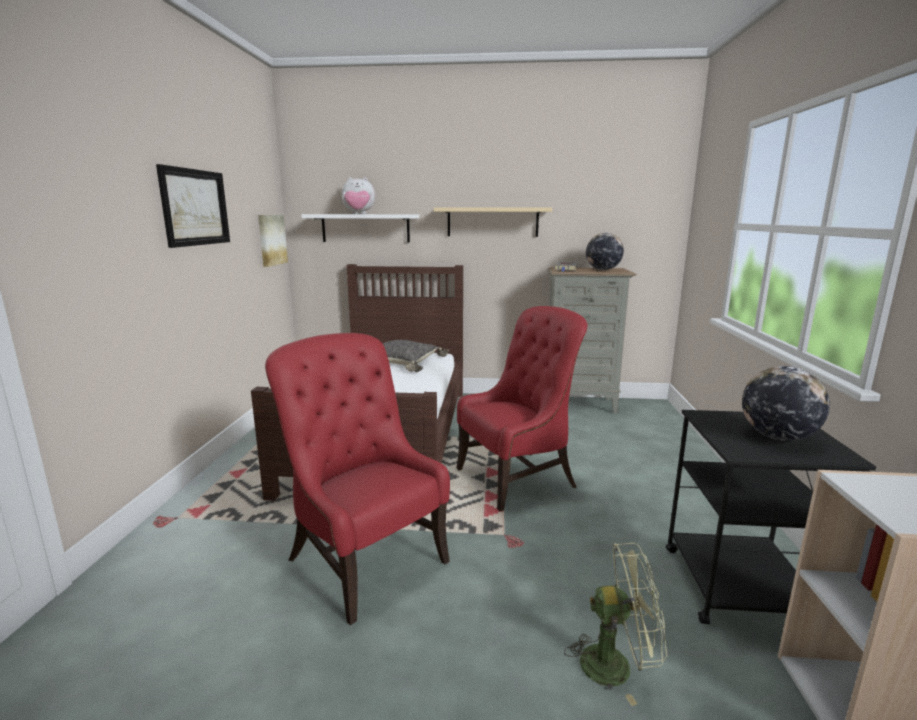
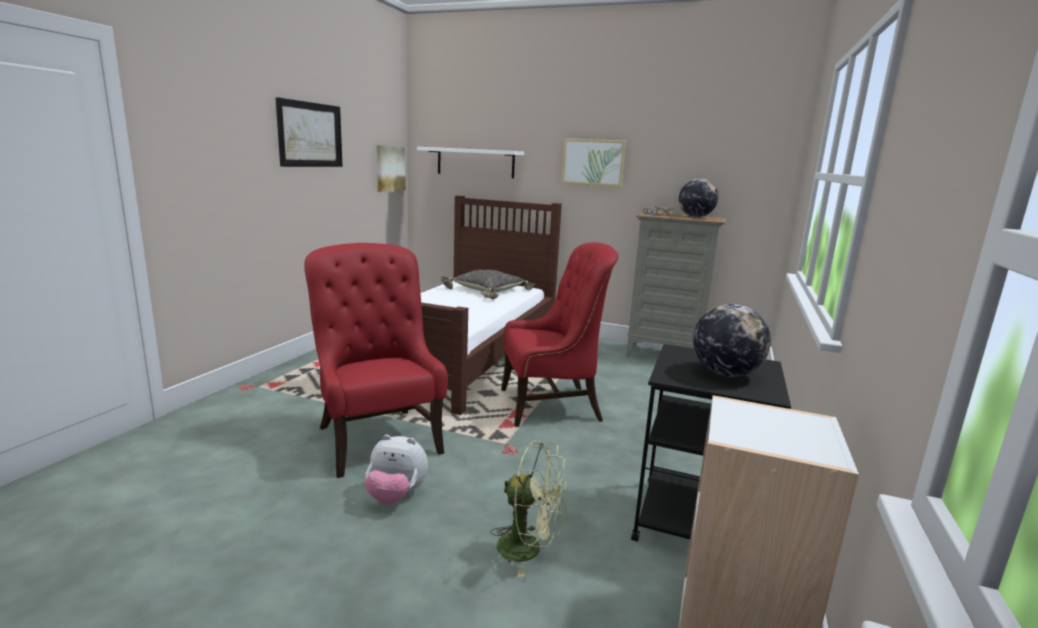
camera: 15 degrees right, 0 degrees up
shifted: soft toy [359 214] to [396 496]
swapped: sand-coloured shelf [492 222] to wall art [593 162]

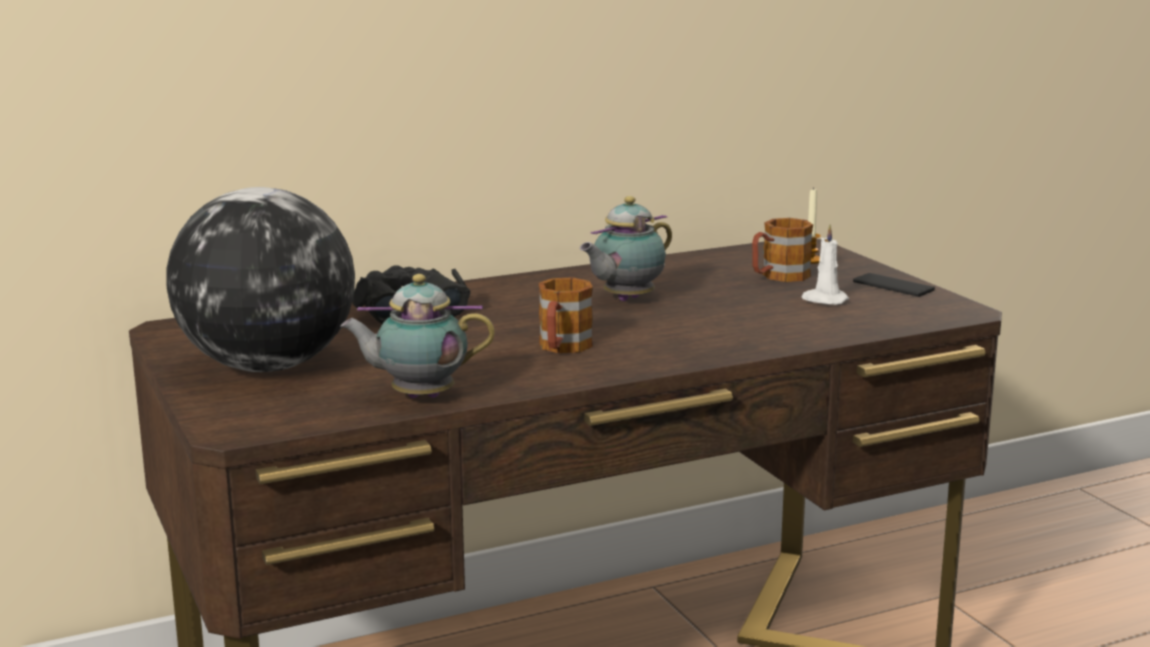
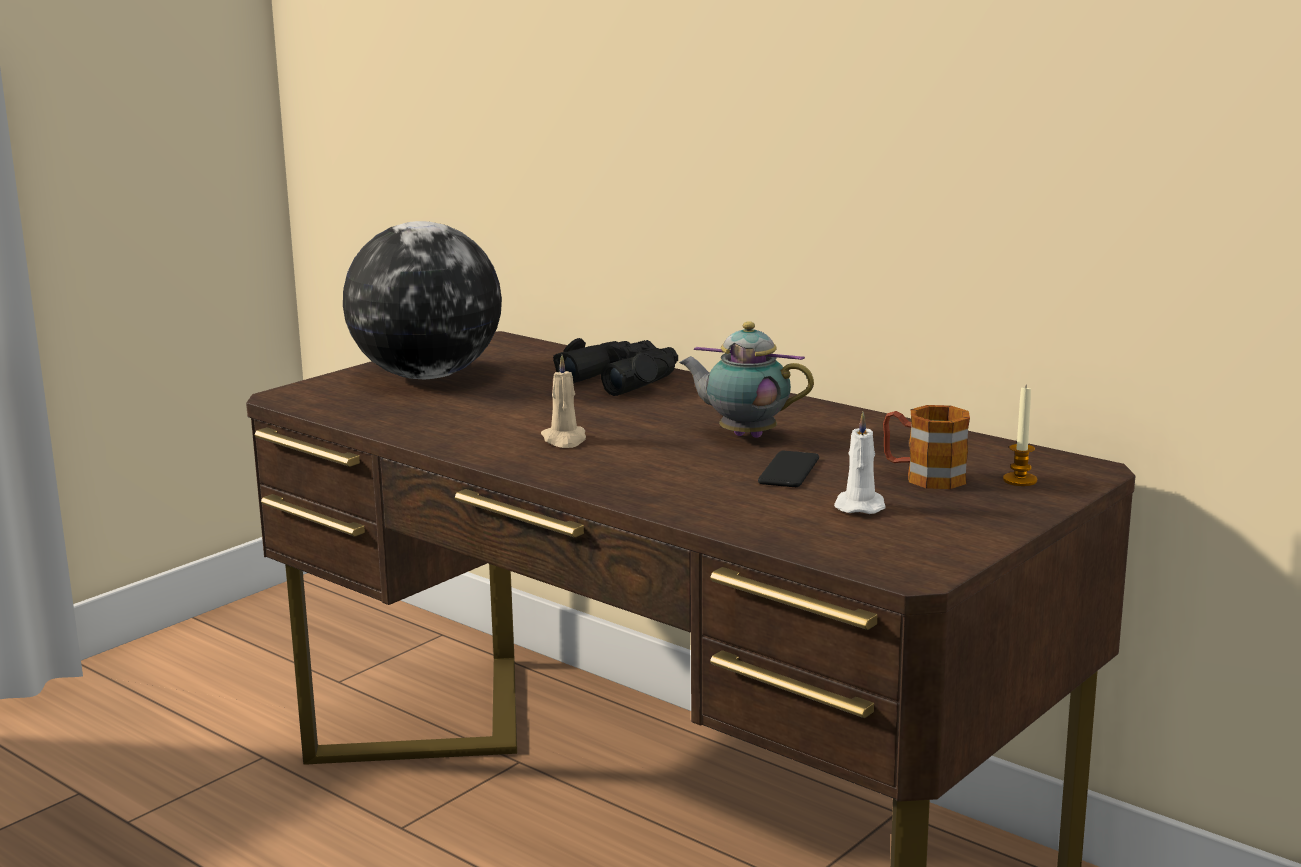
camera: 65 degrees right, 0 degrees up
gone: tea pot [418 397]
shifted: phone [893 286] to [789 470]
swapped: tea mug [562 348] to sand-coloured wax candle [564 440]

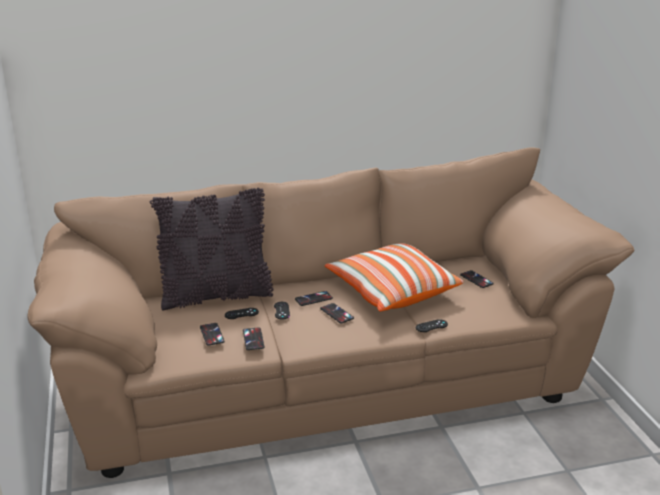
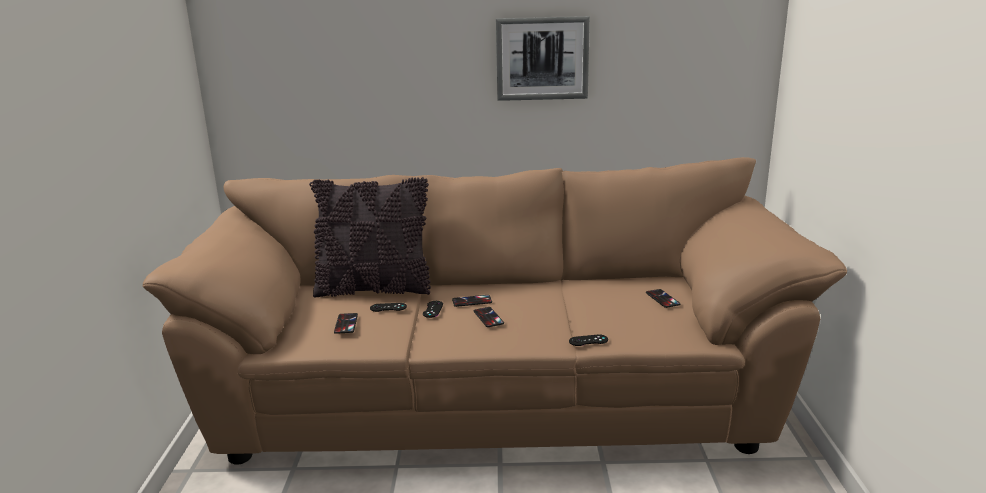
camera: 15 degrees right, 5 degrees down
gone: phone [253 339]; cushion [391 291]
new: wall art [542 58]

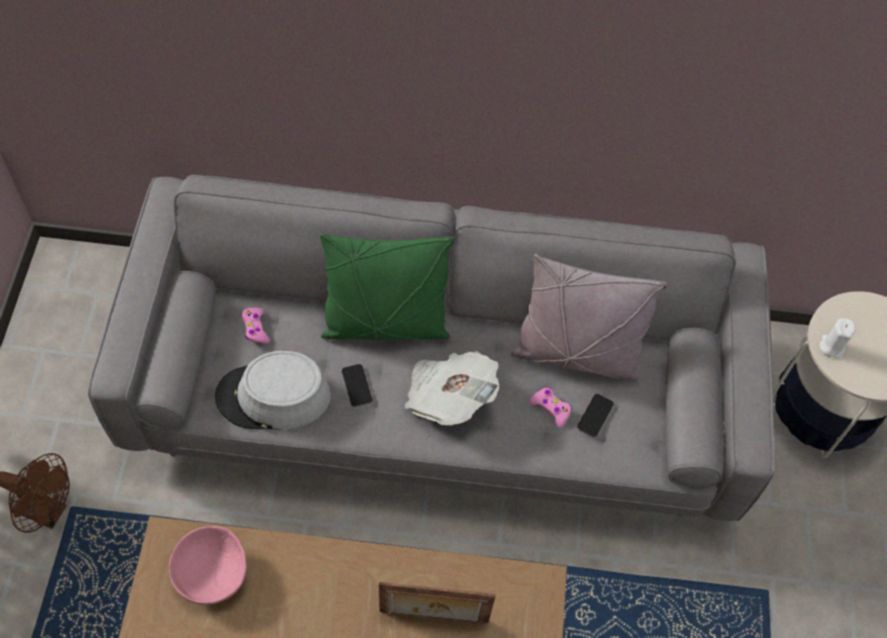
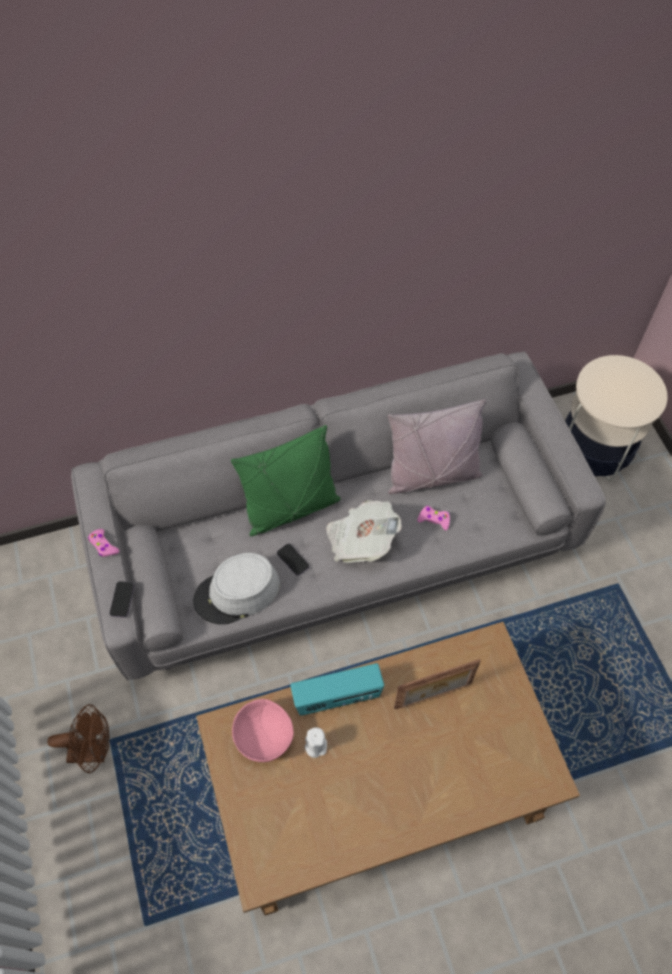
camera: 20 degrees left, 0 degrees up
new: radio receiver [337 697]
shifted: pink joypad [255 328] to [103 545]; phone [595 416] to [122 600]; white wax candle [831 346] to [315 745]

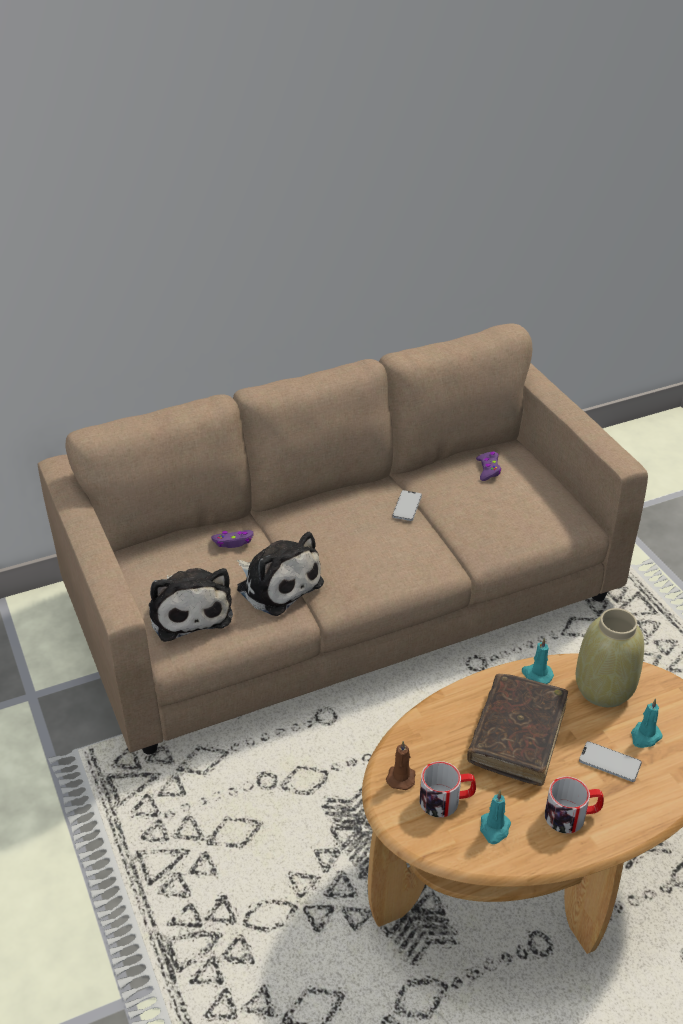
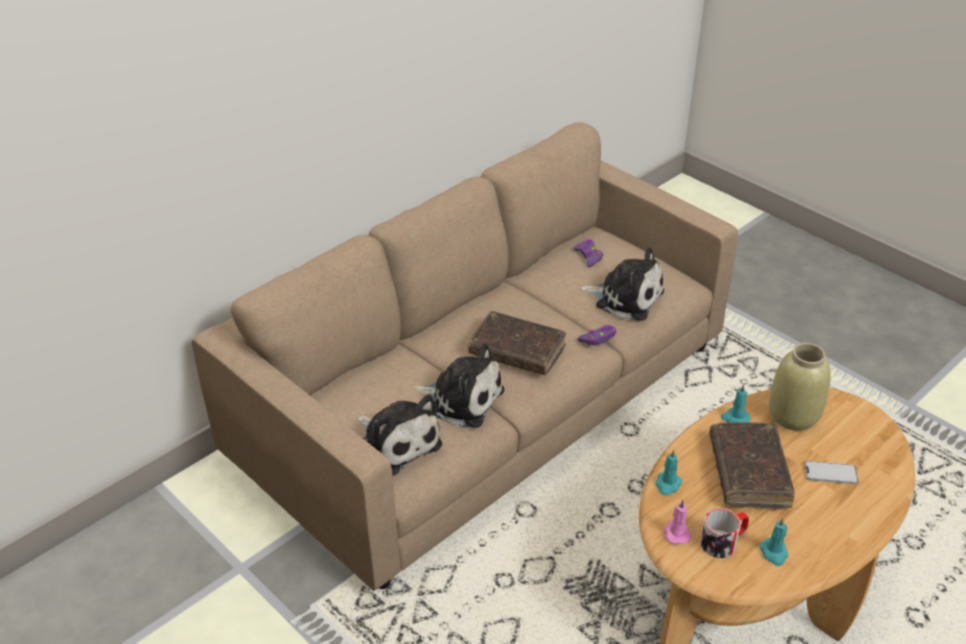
camera: 20 degrees left, 0 degrees up
gone: phone [407 506]; tea mug [572 816]
new: brownish book [517 351]; soft toy [625 297]
shifted: purplish joypad [233 542] to [598 339]; turquoise wax candle [645 736] to [667 485]
repainted: brownish wax candle [401 776] to pink wax candle [676 533]

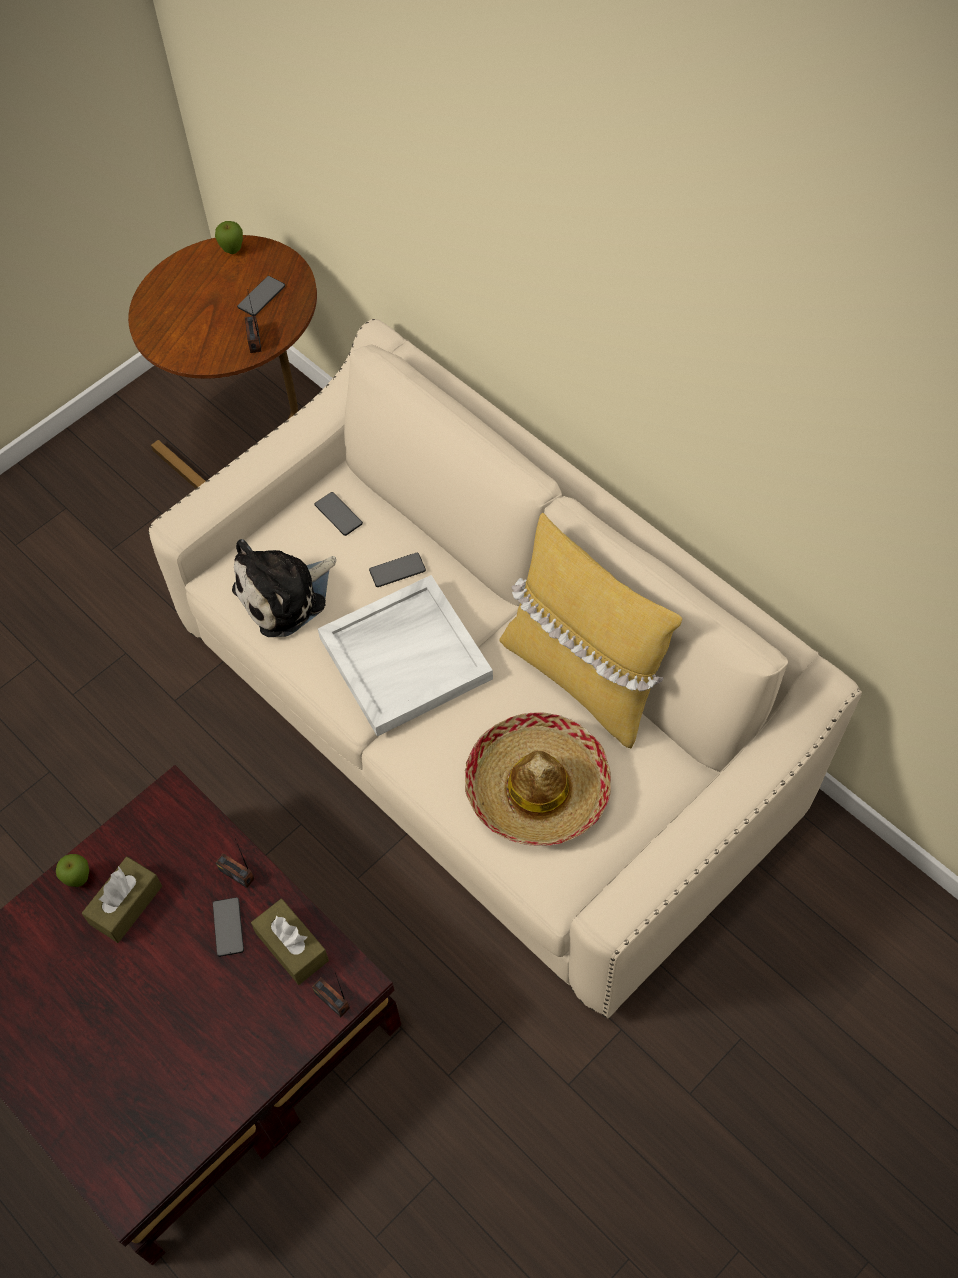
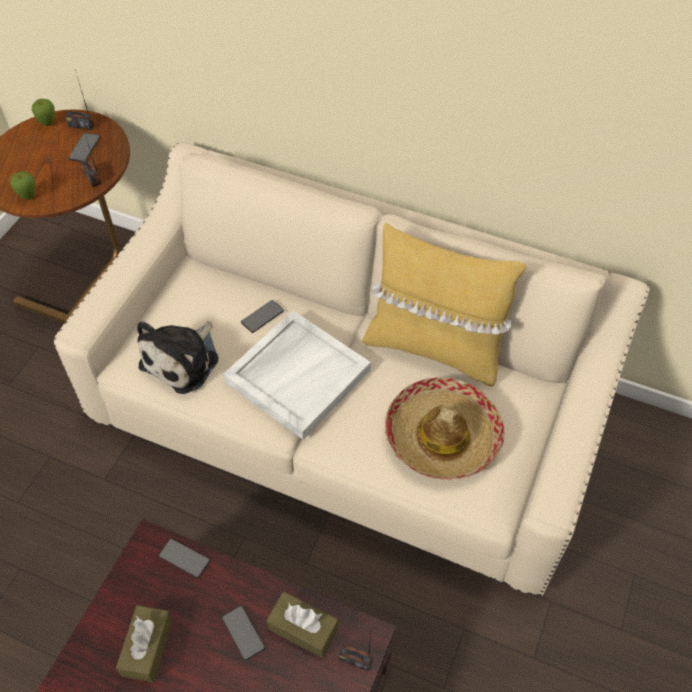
camera: 25 degrees left, 5 degrees down
shifted: whole apple [79 880] to [28 197]; radio receiver [236 874] to [81 125]; phone [338 514] to [184 558]

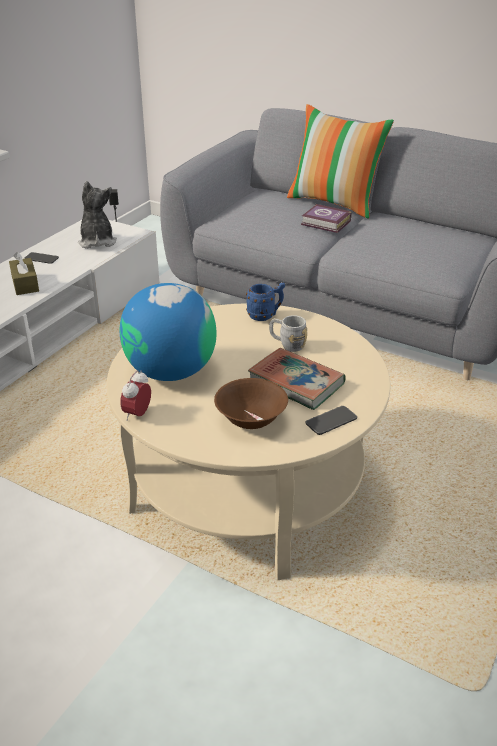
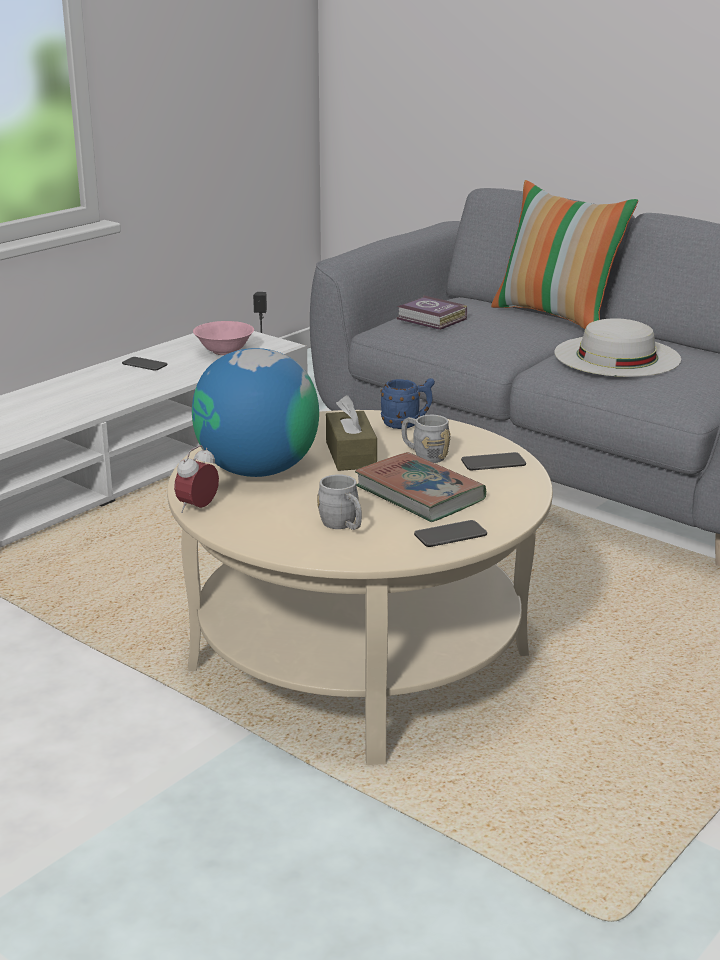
camera: 10 degrees right, 10 degrees down
new: phone [493 463]; white wearable hat [617 356]
shifted: brownish box of tissues [25 284] to [351 455]; book [326 223] to [432 319]
swapped: soft toy [97 241] to pink deep dish [224 351]; brownish deep dish [251 420] to grey tea mug [343 526]

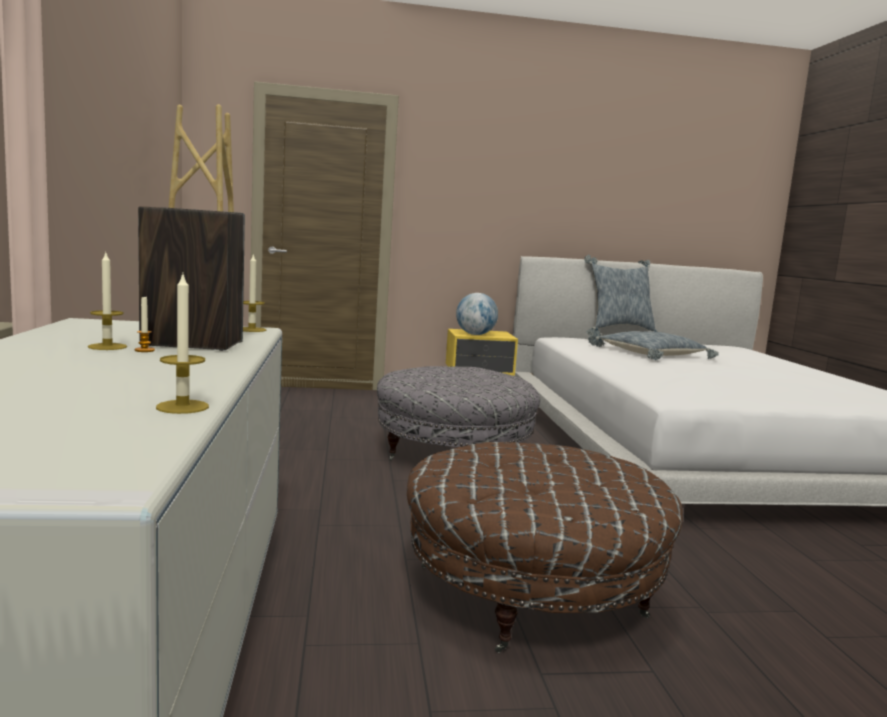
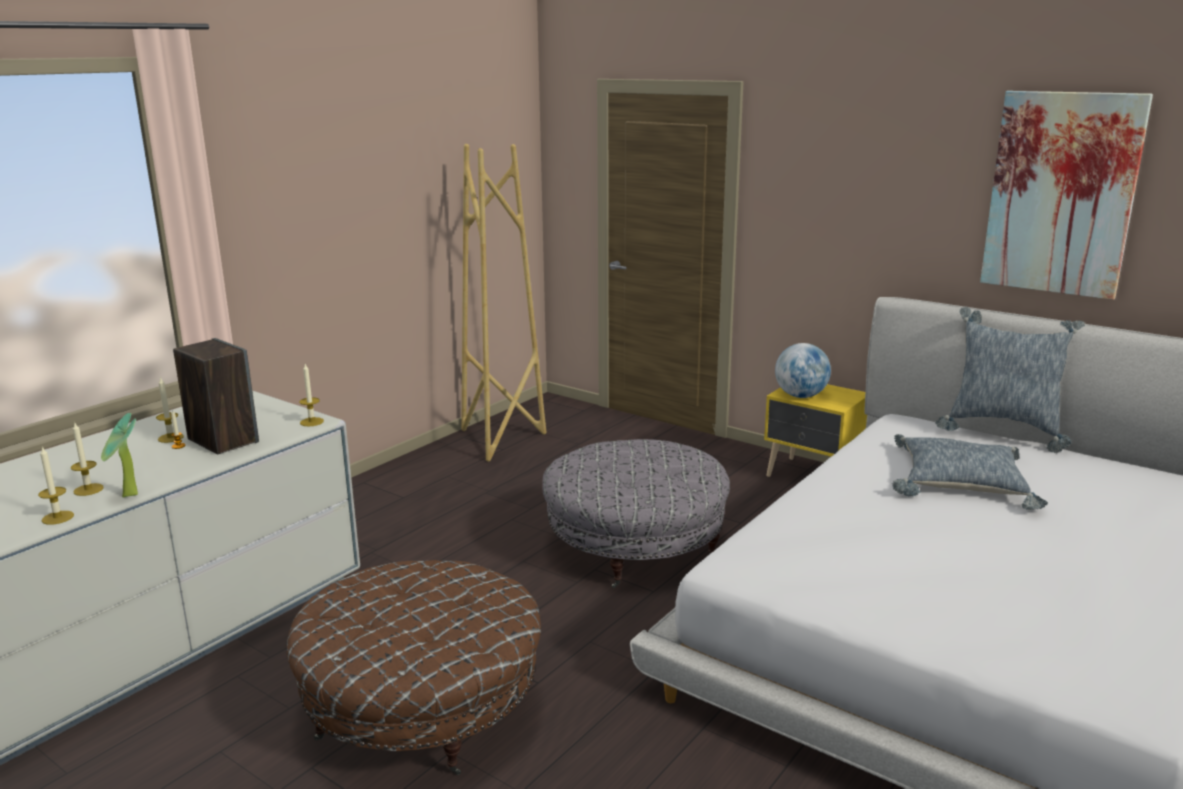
camera: 45 degrees right, 10 degrees up
new: wax candle [88 489]; houseplant [129 496]; wall art [1061 194]

